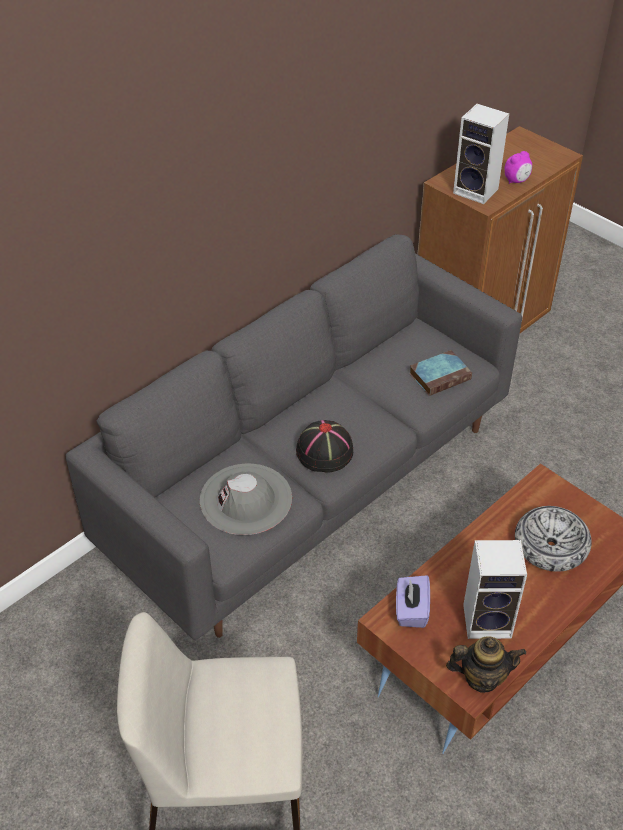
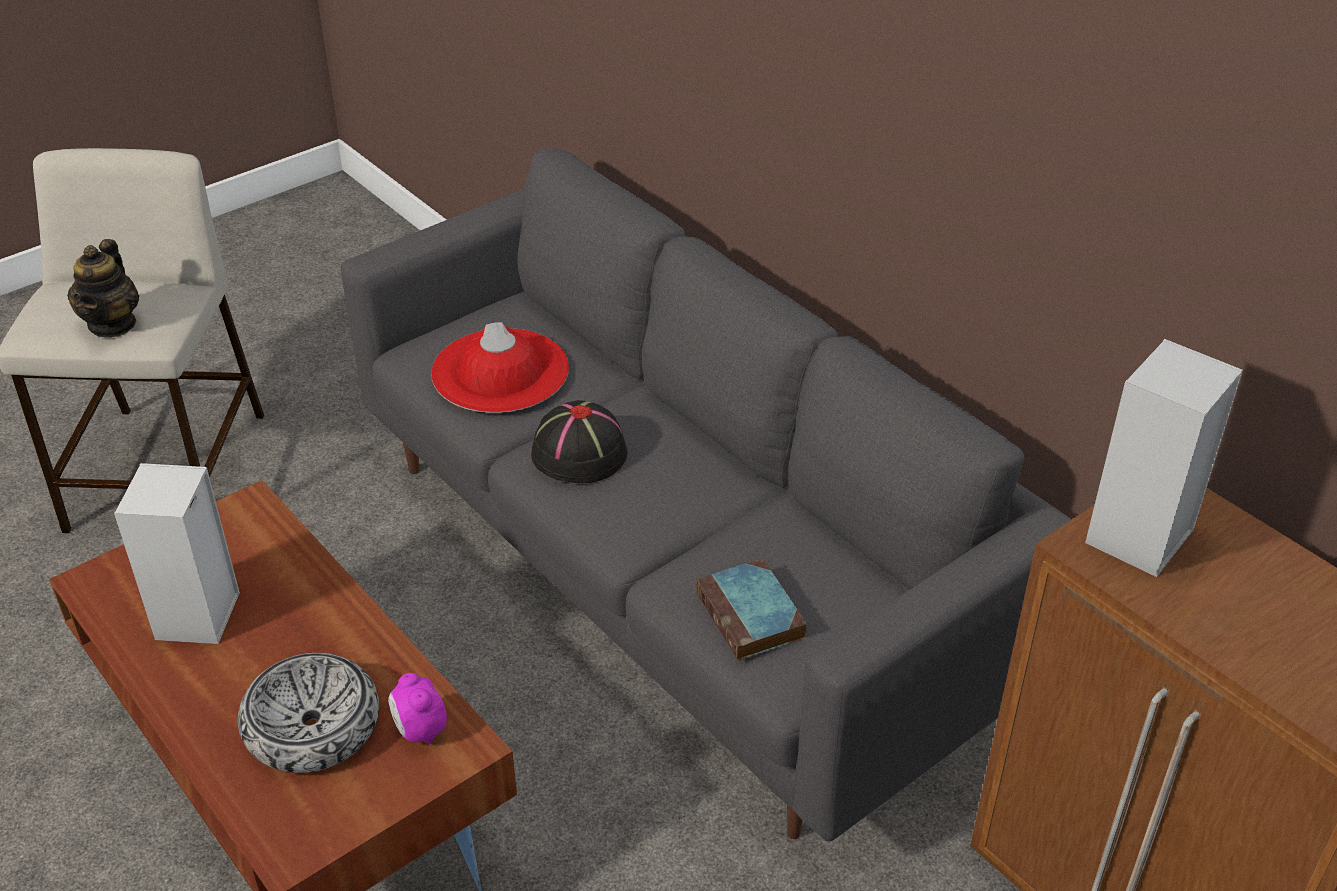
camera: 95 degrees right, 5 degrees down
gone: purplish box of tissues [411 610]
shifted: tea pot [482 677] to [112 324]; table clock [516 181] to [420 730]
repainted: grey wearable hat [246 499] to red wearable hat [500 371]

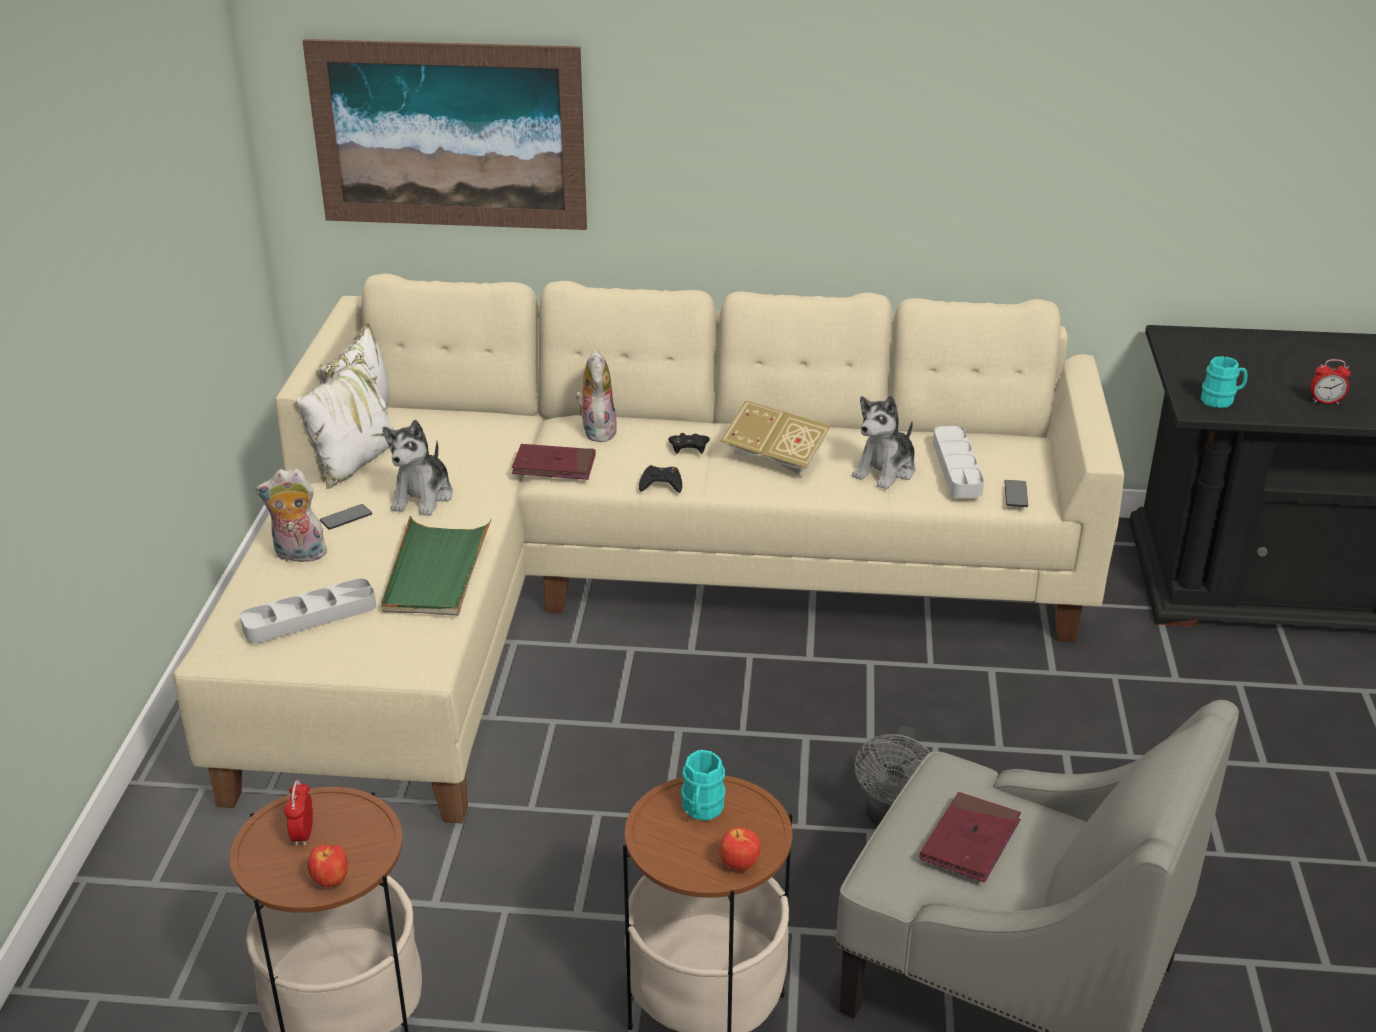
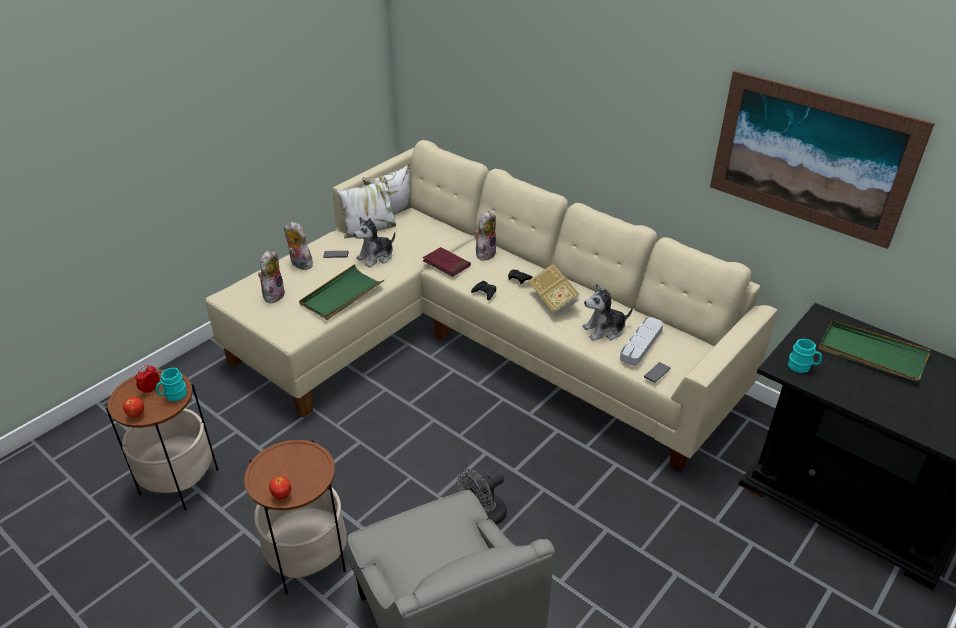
camera: 35 degrees right, 5 degrees up
gone: red book [970 841]; table clock [1325 402]
new: green carrying tray [871 354]
shifted: turquoise tea mug [701 810] to [173 395]; wall art [449 135] to [810 157]
swapped: grey carrying tray [310 617] to soft toy [273 295]

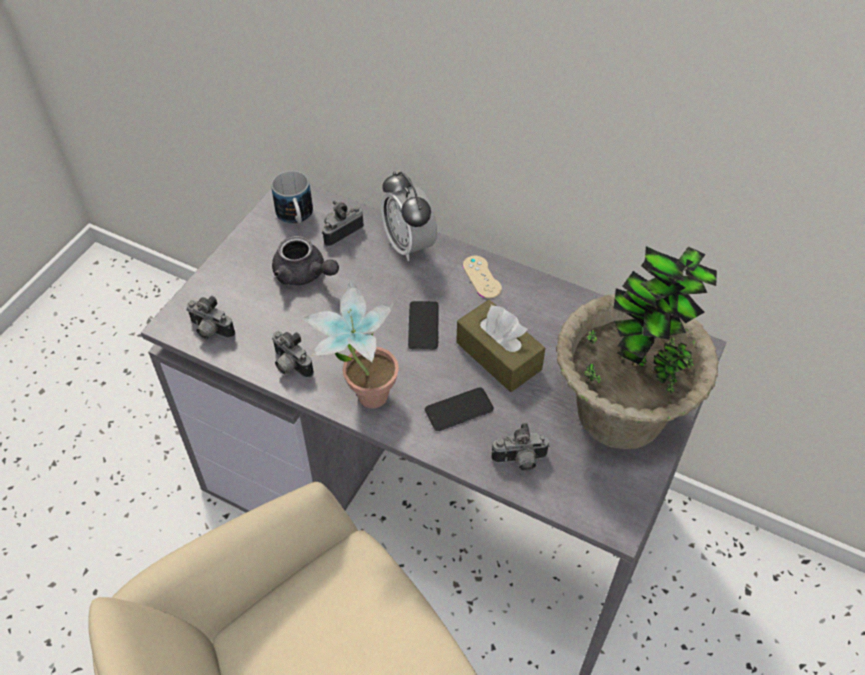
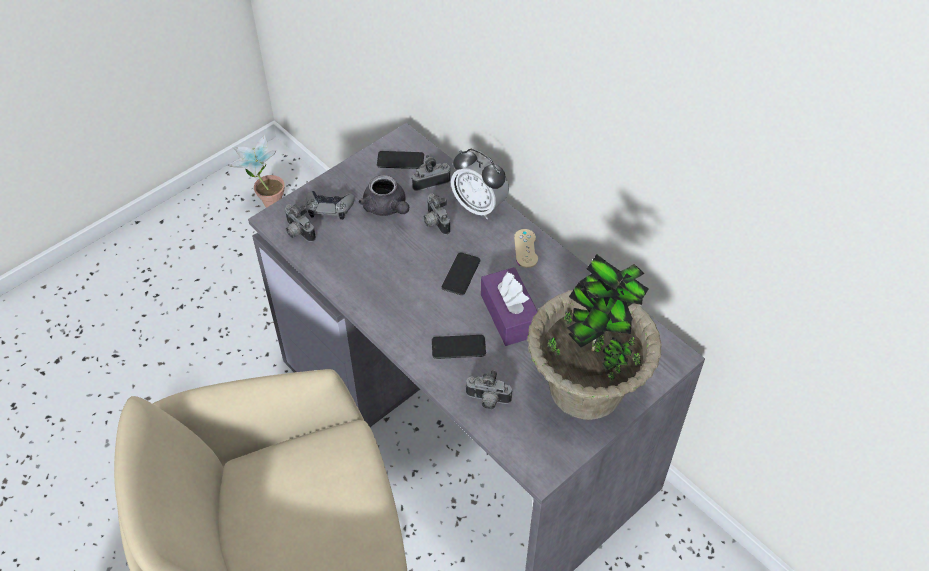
camera: 20 degrees right, 0 degrees up
new: grey joypad [329 207]
shifted: houseplant [361 397] to [266 203]; still camera [290 366] to [435 223]
swapped: tea mug [296 218] to phone [400 160]
repainted: brownish box of tissues [498 356] to purplish box of tissues [509 315]
rotated: table clock [409 245] = [479 206] 45 degrees counterclockwise

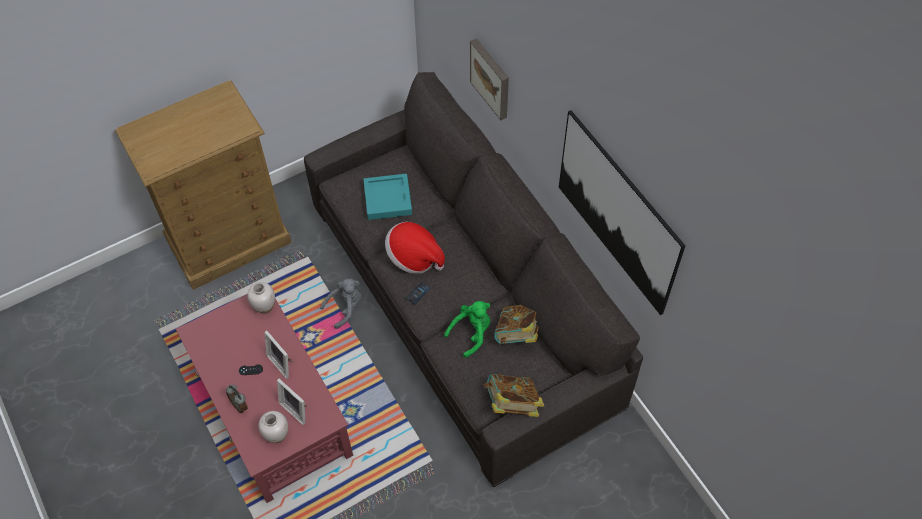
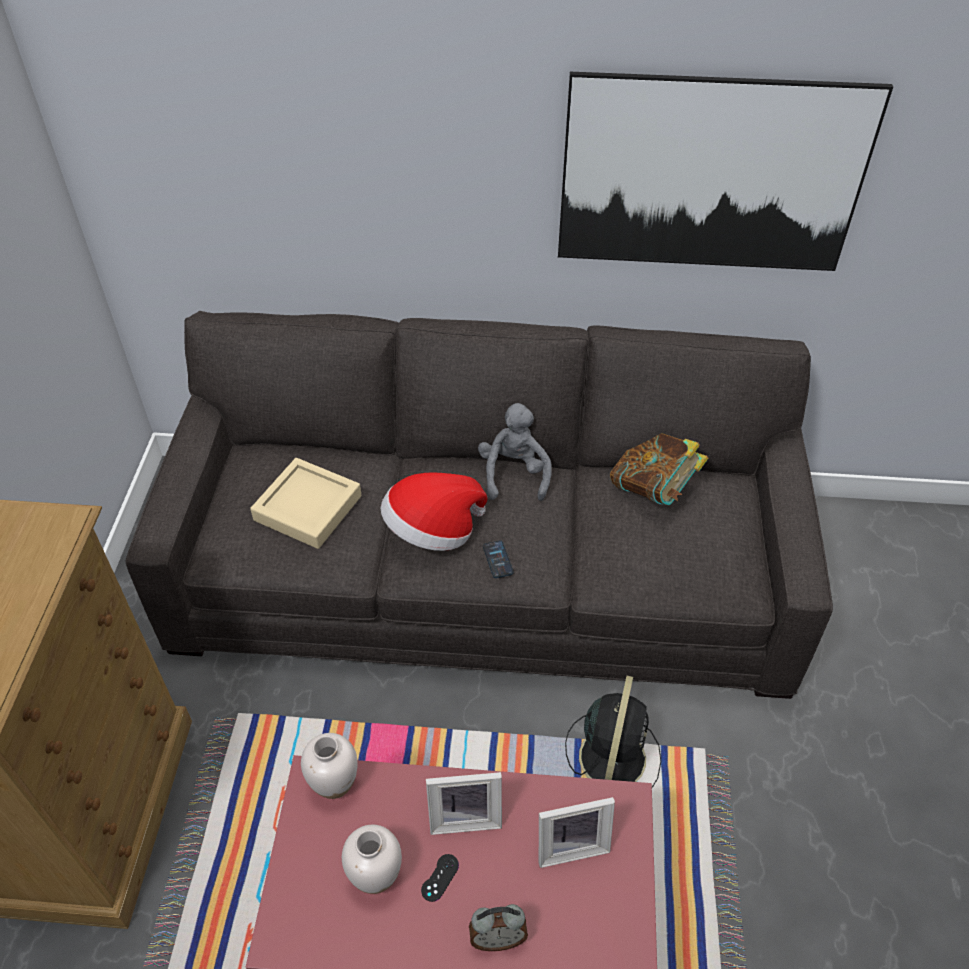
camera: 55 degrees left, 10 degrees down
gone: green soft toy [471 333]; wall art [491 78]; book [512 403]
new: black-coloured cooling fan [613 755]
shifted: white decorative vase [277 434] to [375 875]; grey soft toy [345 307] to [514 474]
repainted: turquoise carrying tray [388 199] to sand-coloured carrying tray [308 508]

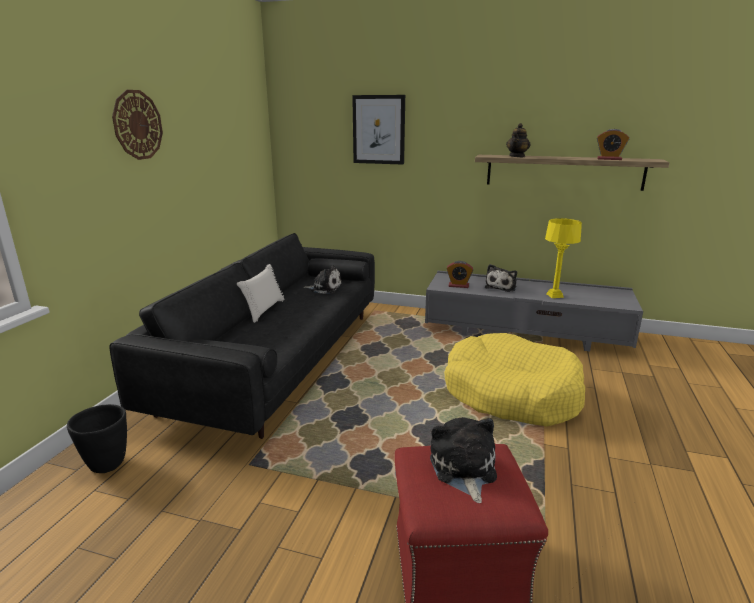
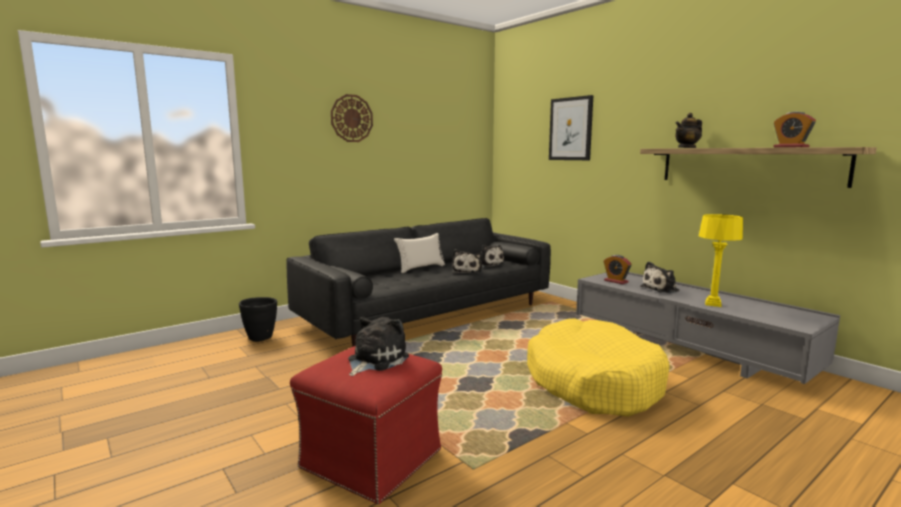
camera: 35 degrees right, 10 degrees down
new: soft toy [467 271]

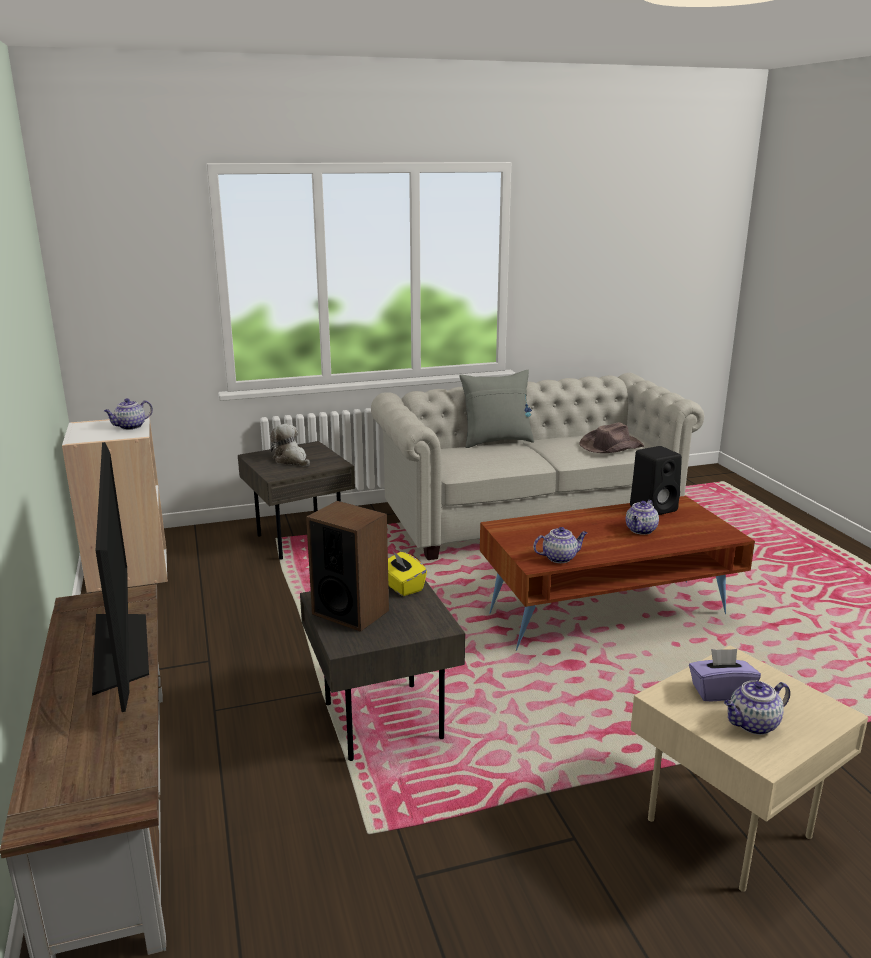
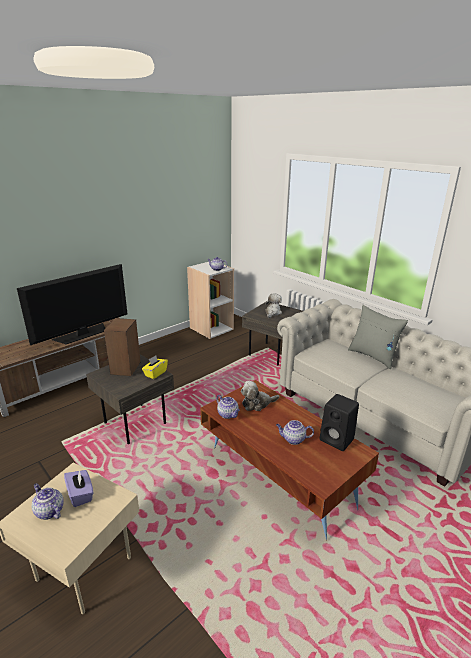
camera: 65 degrees right, 5 degrees up
gone: brownish wearable hat [610 446]
new: soft toy [257 403]

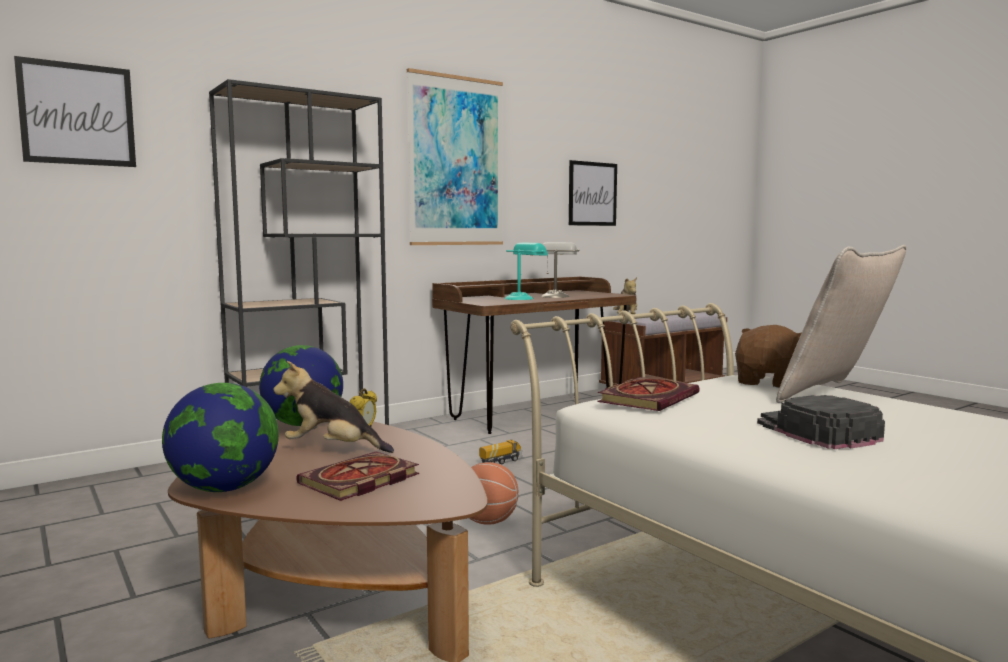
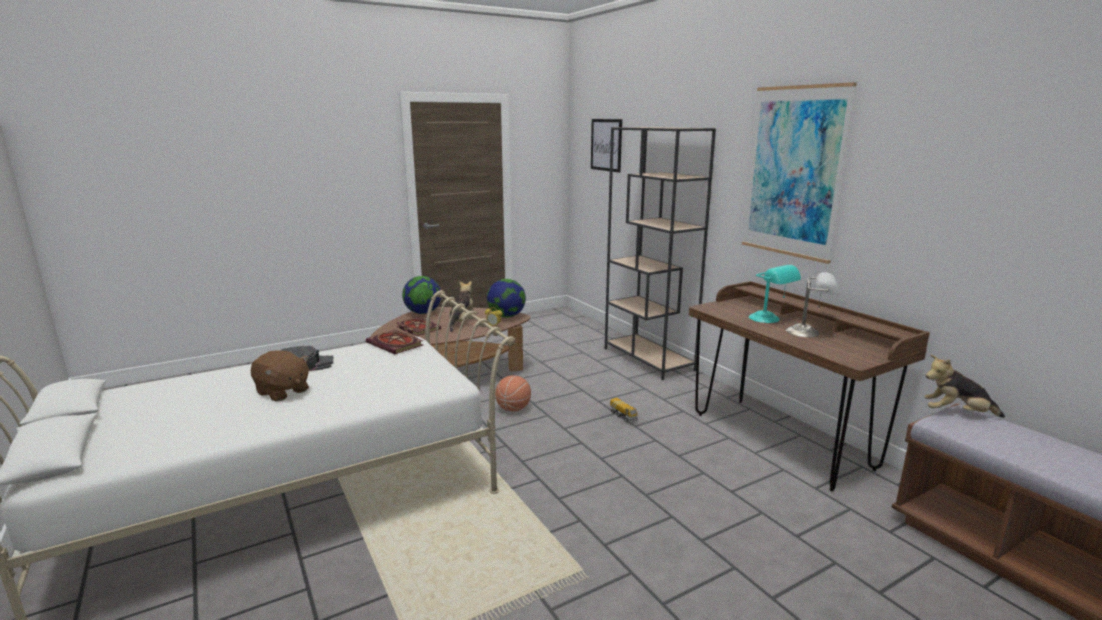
camera: 95 degrees right, 10 degrees up
gone: wall art [592 194]; sand-coloured cushion [837 396]
shifted: brownish soft toy [770 382] to [282 392]

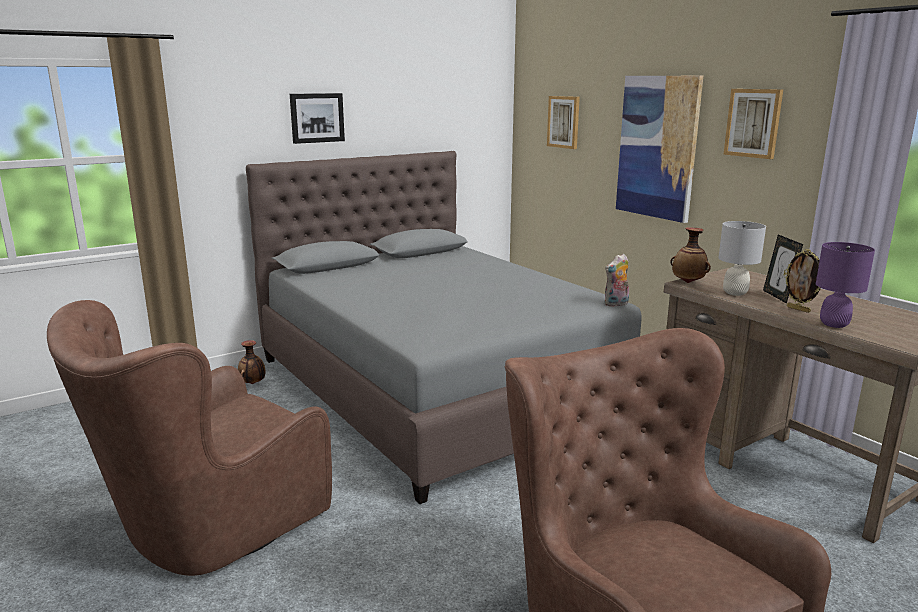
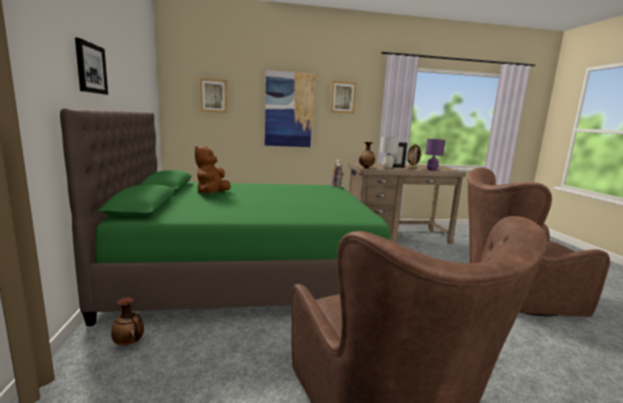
camera: 65 degrees left, 5 degrees down
new: brownish soft toy [212 194]
repainted: grey sleeping bed [439 386] to green sleeping bed [251 271]

